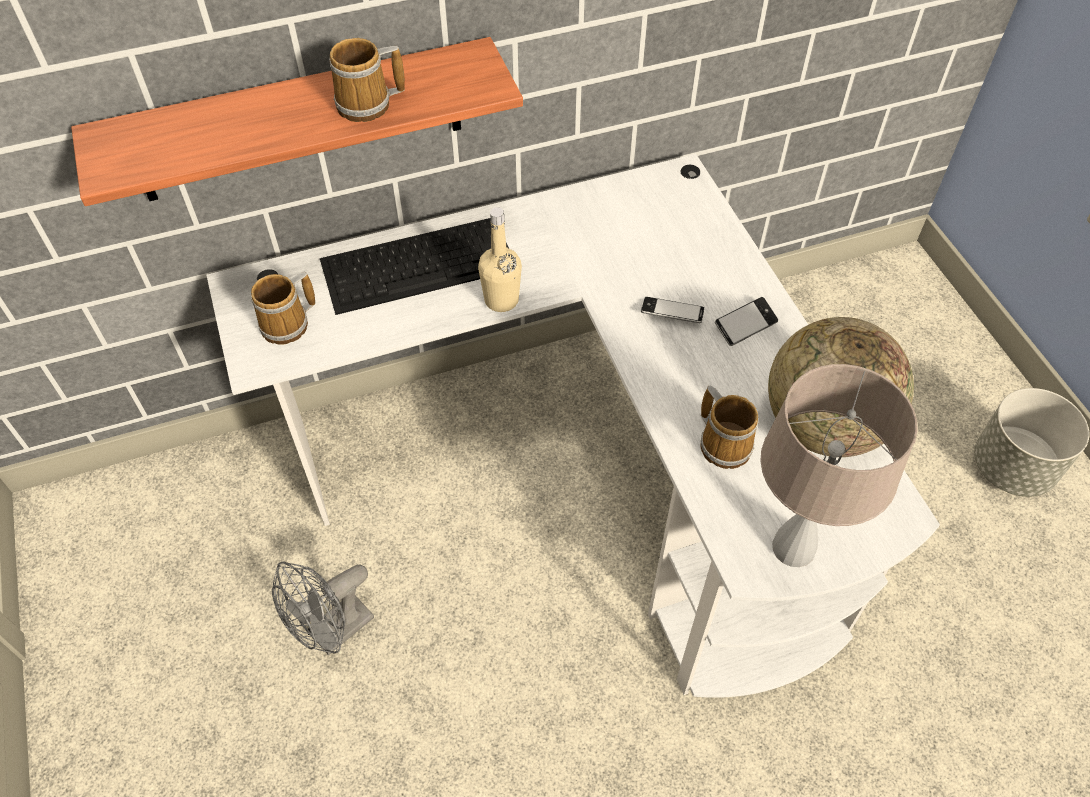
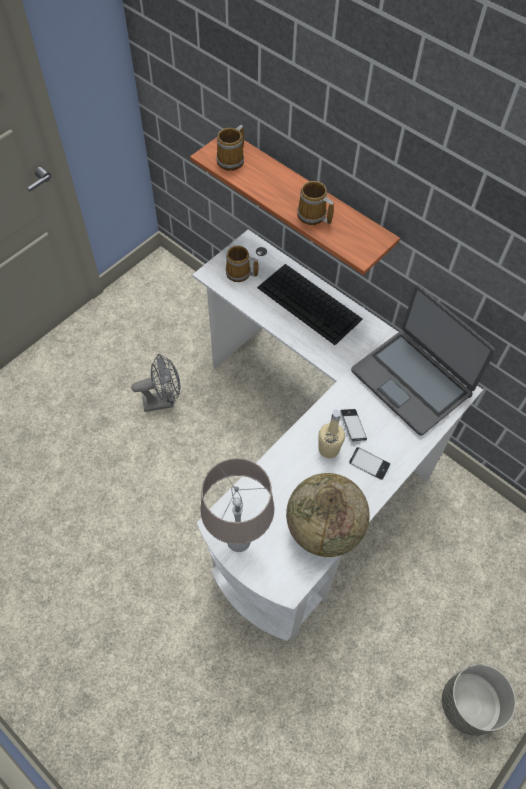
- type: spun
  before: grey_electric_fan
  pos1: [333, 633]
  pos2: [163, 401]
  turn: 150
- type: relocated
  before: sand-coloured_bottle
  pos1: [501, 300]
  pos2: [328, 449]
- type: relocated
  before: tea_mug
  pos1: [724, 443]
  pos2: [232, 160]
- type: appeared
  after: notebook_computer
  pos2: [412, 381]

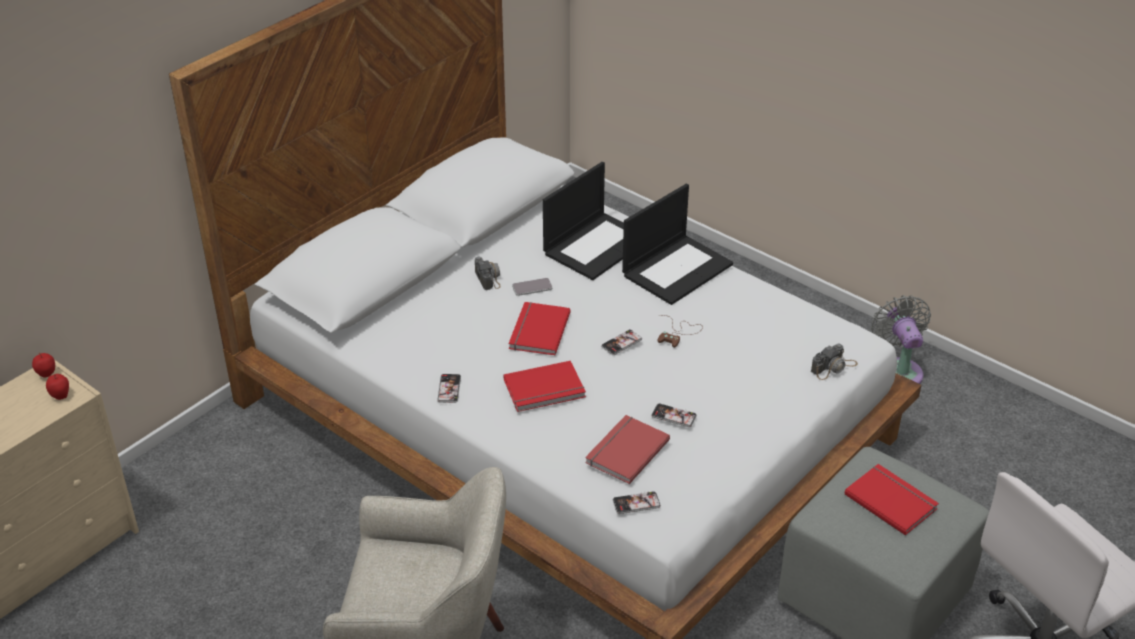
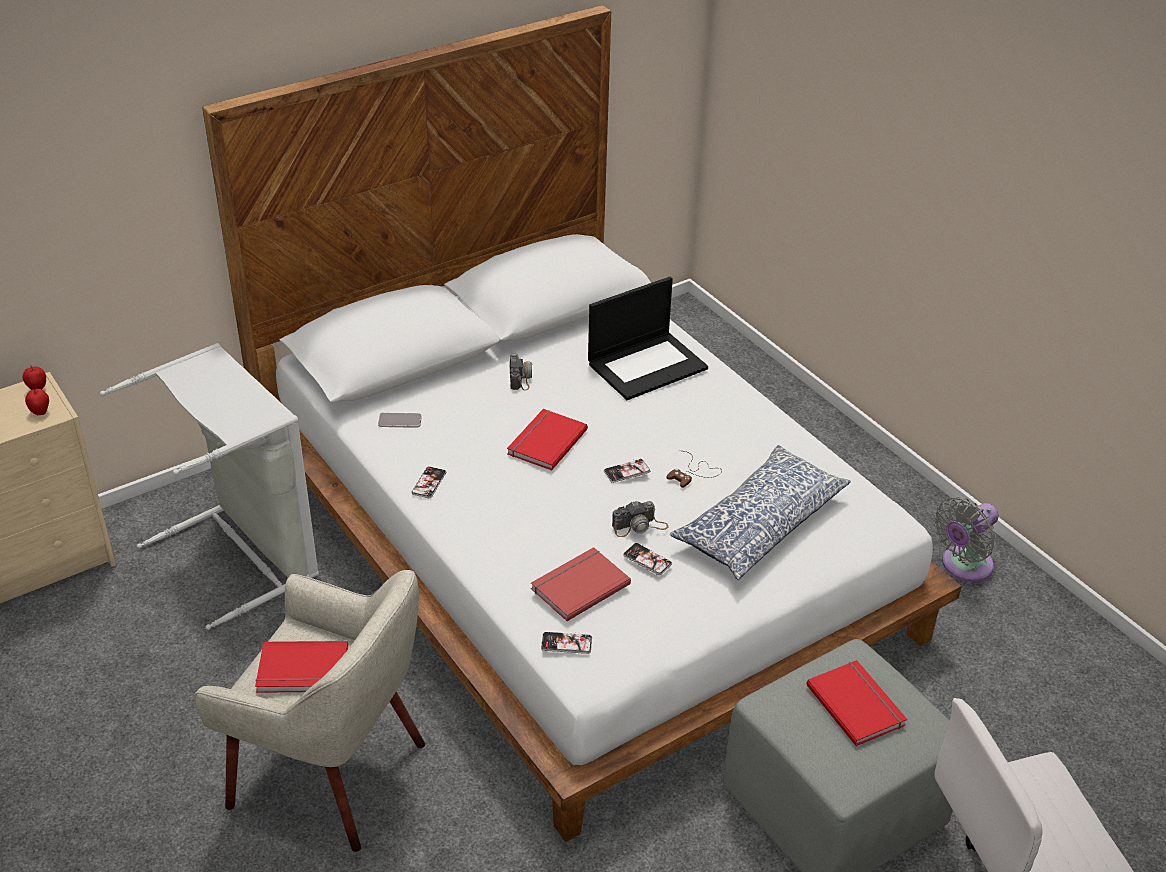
- type: relocated
  before: red-coloured_bound_book
  pos1: [545, 390]
  pos2: [303, 671]
- type: relocated
  before: handset
  pos1: [532, 287]
  pos2: [400, 421]
- type: missing
  before: notebook_computer
  pos1: [677, 269]
- type: relocated
  before: still_camera
  pos1: [833, 367]
  pos2: [639, 526]
- type: spun
  before: grey_electric_fan
  pos1: [898, 370]
  pos2: [963, 566]
  turn: -135
- type: appeared
  after: grey_hamper
  pos2: [245, 553]
- type: appeared
  after: throw_pillow
  pos2: [758, 524]

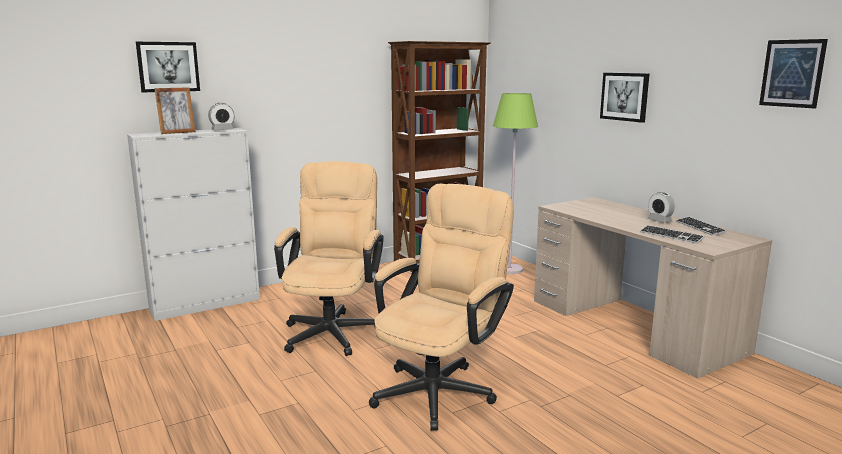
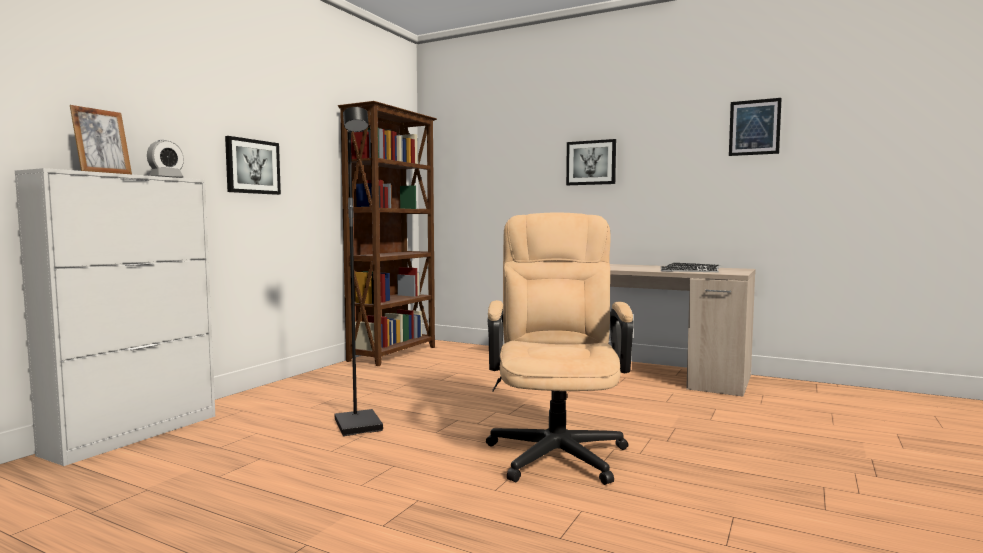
- type: relocated
  before: picture
  pos1: [168, 67]
  pos2: [252, 166]
- type: exchanged
  before: sand-coloured_office_chair
  after: black_standing_lamp
  pos1: [333, 329]
  pos2: [359, 425]
- type: missing
  before: greenish_standing_lamp
  pos1: [509, 269]
- type: missing
  before: alarm_clock
  pos1: [659, 221]

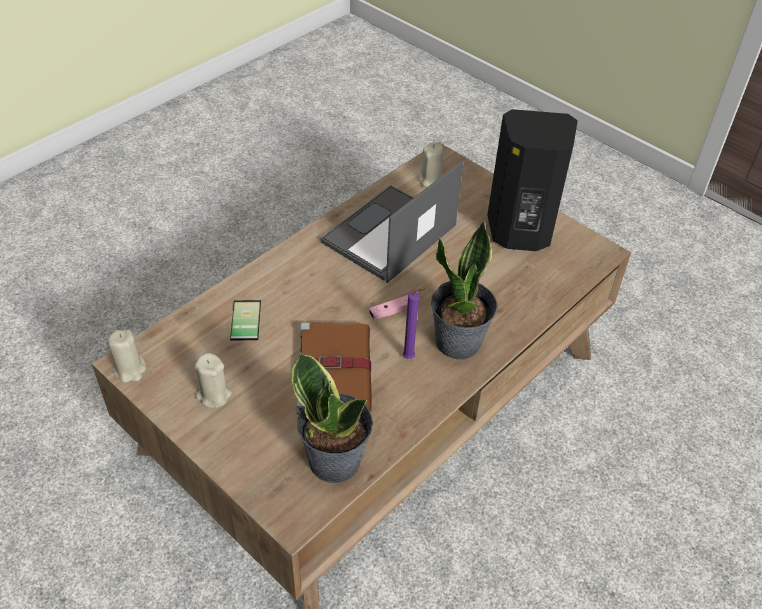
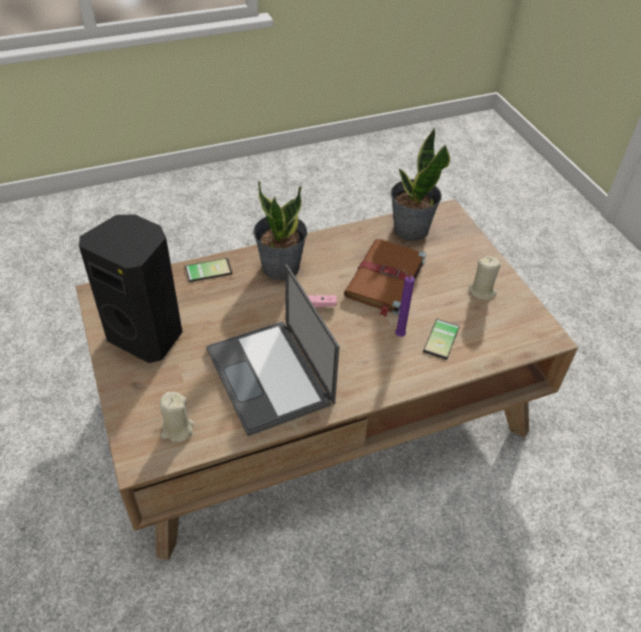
- type: missing
  before: sand-coloured_candle
  pos1: [130, 370]
- type: spun
  before: notebook_computer
  pos1: [388, 235]
  pos2: [270, 377]
  turn: 90
- type: relocated
  before: purplish_candle
  pos1: [410, 358]
  pos2: [398, 335]
- type: appeared
  after: handset
  pos2: [208, 268]

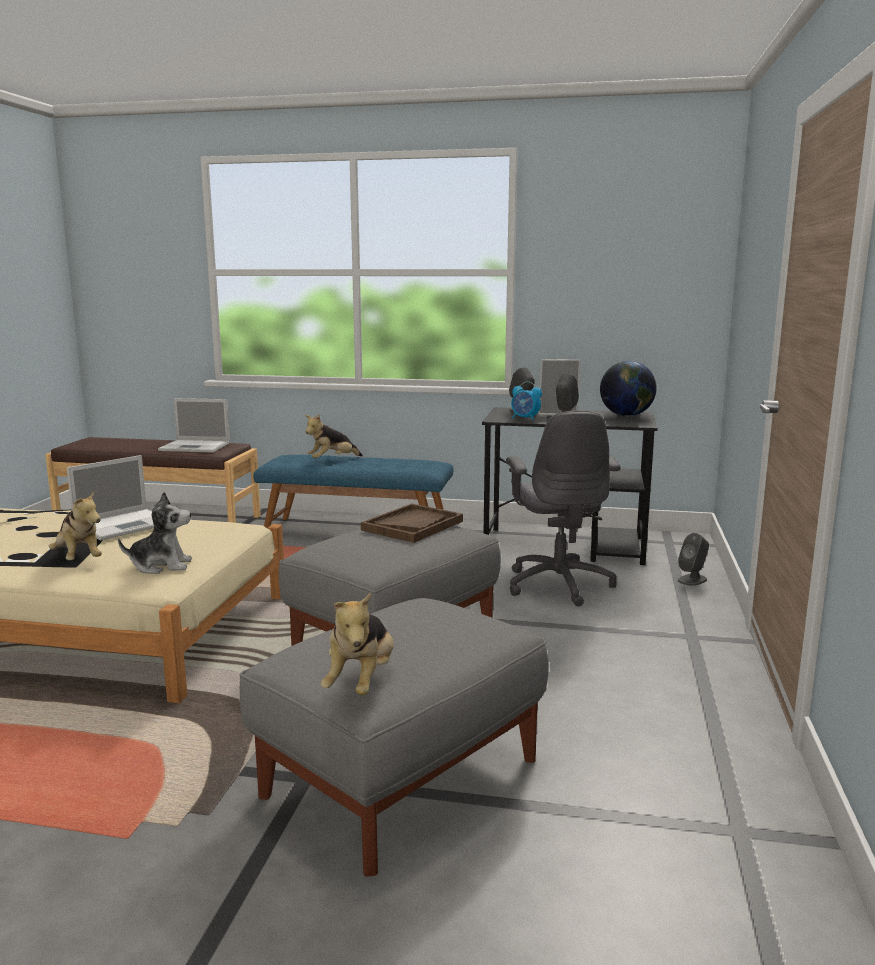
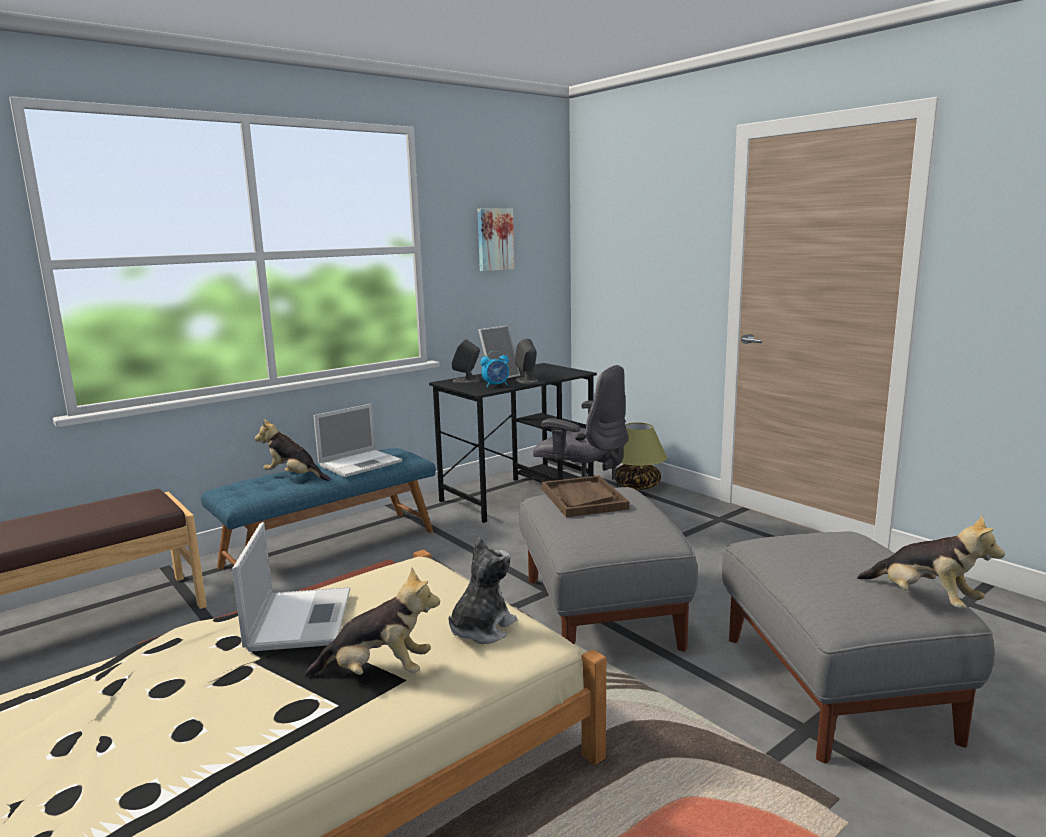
- type: relocated
  before: notebook_computer
  pos1: [196, 447]
  pos2: [361, 463]
- type: spun
  before: cuddly_toy
  pos1: [332, 460]
  pos2: [294, 477]
  turn: 105
- type: missing
  before: desk_globe
  pos1: [626, 415]
- type: exchanged
  before: grey_audio_speaker
  after: table_lamp
  pos1: [692, 580]
  pos2: [637, 486]
- type: appeared
  after: picture
  pos2: [494, 239]

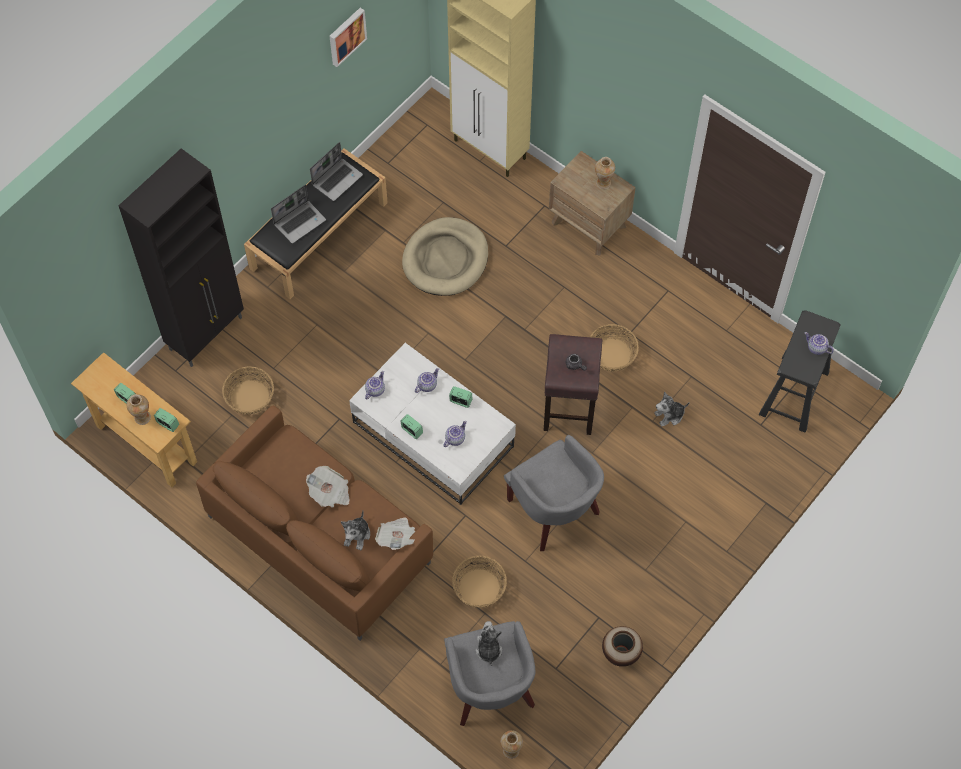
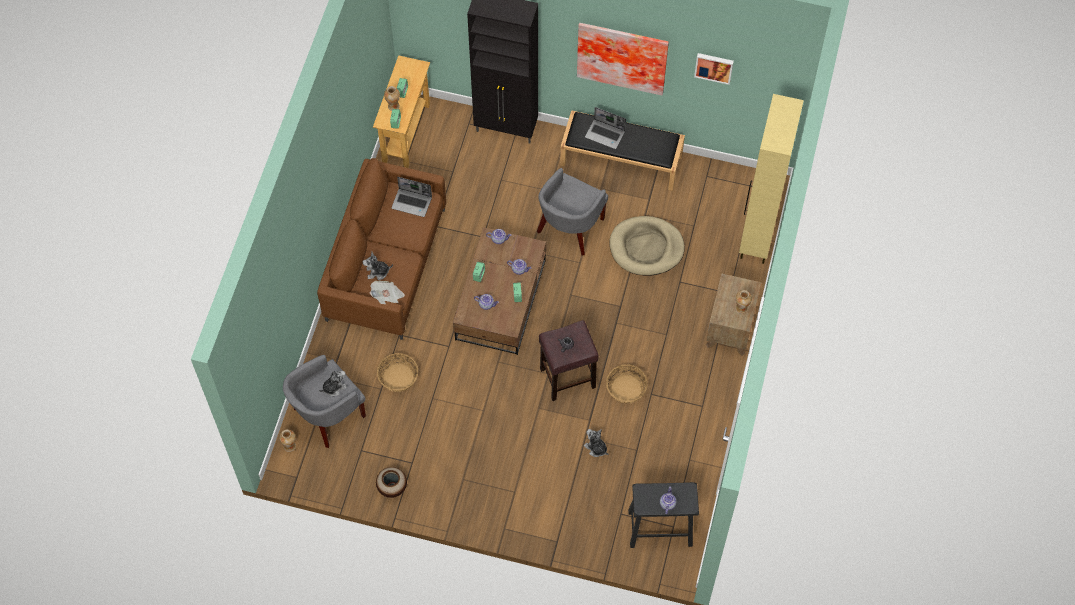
- type: missing
  before: basket
  pos1: [249, 397]
- type: missing
  before: daily_paper
  pos1: [330, 493]
- type: relocated
  before: notebook_computer
  pos1: [337, 179]
  pos2: [412, 203]
- type: colour
  before: whitish_coffee_table
  after: brownish_coffee_table
  pos1: [432, 434]
  pos2: [500, 299]
- type: relocated
  before: grey_lounge_chair
  pos1: [554, 511]
  pos2: [570, 228]
- type: appeared
  after: picture
  pos2: [622, 55]

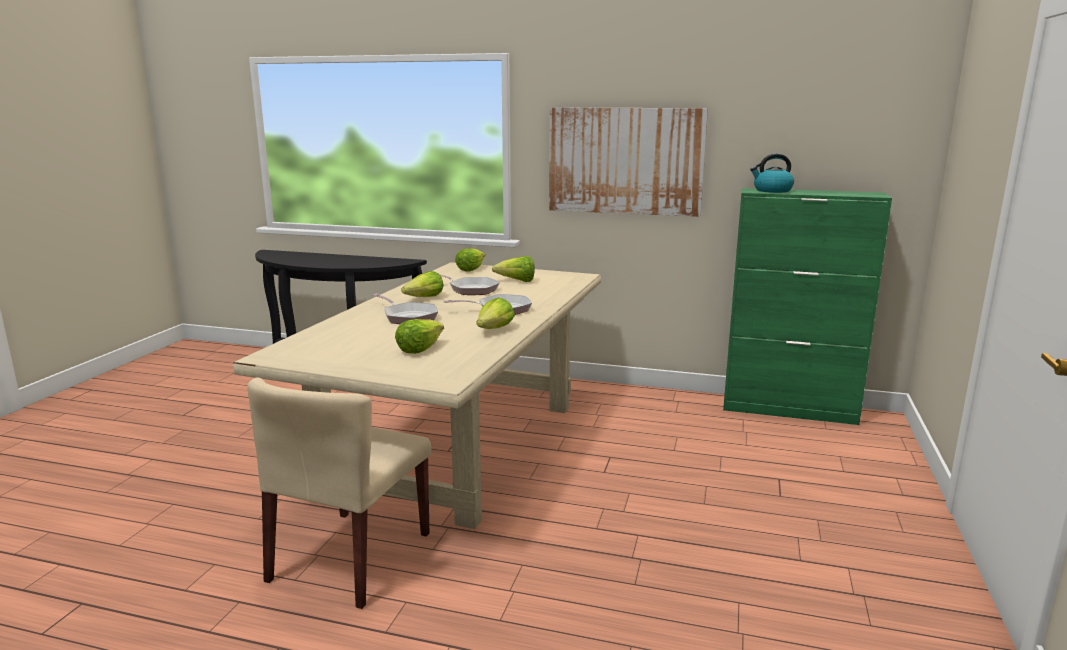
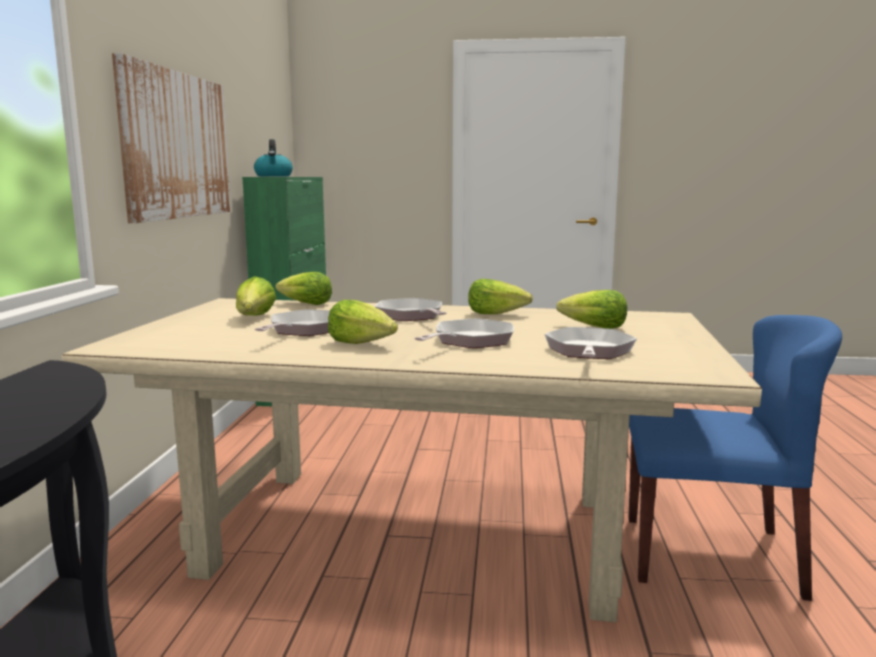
- type: colour
  before: sand-coloured_upright_chair
  after: bluish_upright_chair
  pos1: [350, 557]
  pos2: [712, 555]
- type: relocated
  before: lettuce_head
  pos1: [470, 269]
  pos2: [305, 304]
- type: appeared
  after: pan
  pos2: [589, 352]

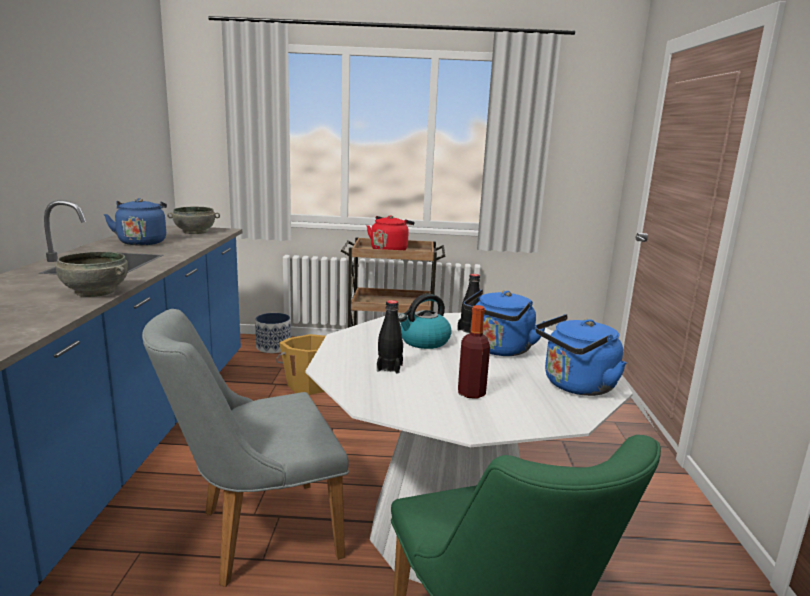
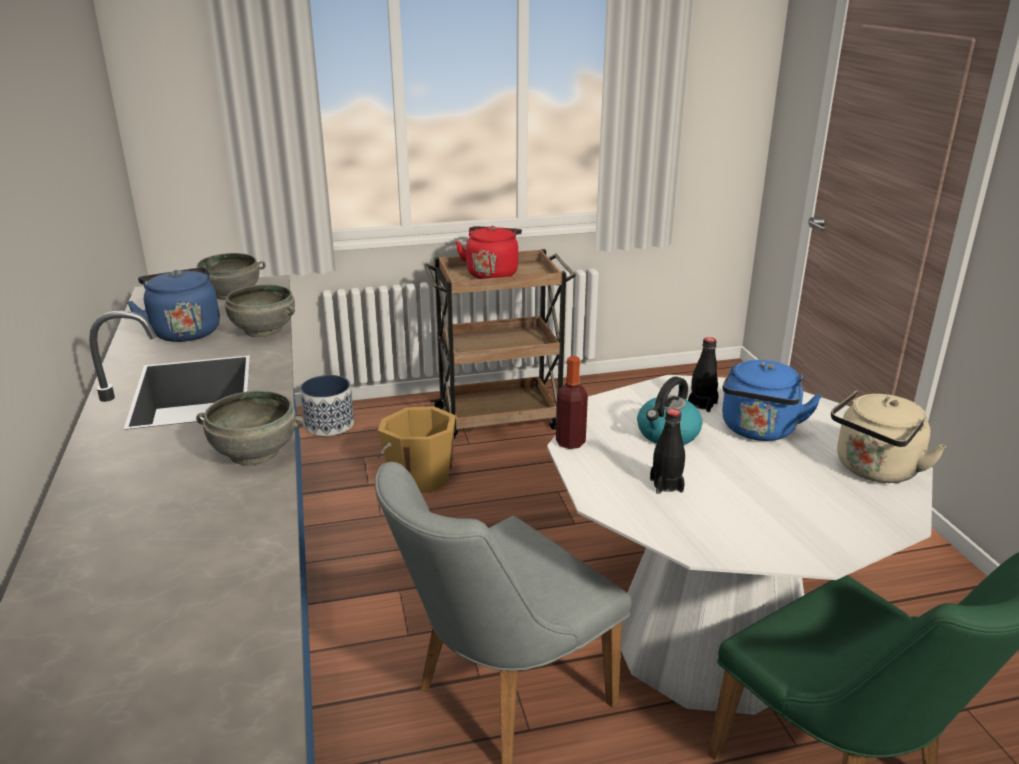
- type: relocated
  before: bottle
  pos1: [471, 393]
  pos2: [570, 442]
- type: colour
  before: bluish_water_kettle
  after: sand-coloured_water_kettle
  pos1: [576, 386]
  pos2: [874, 470]
- type: appeared
  after: grey_bowl
  pos2: [262, 330]

